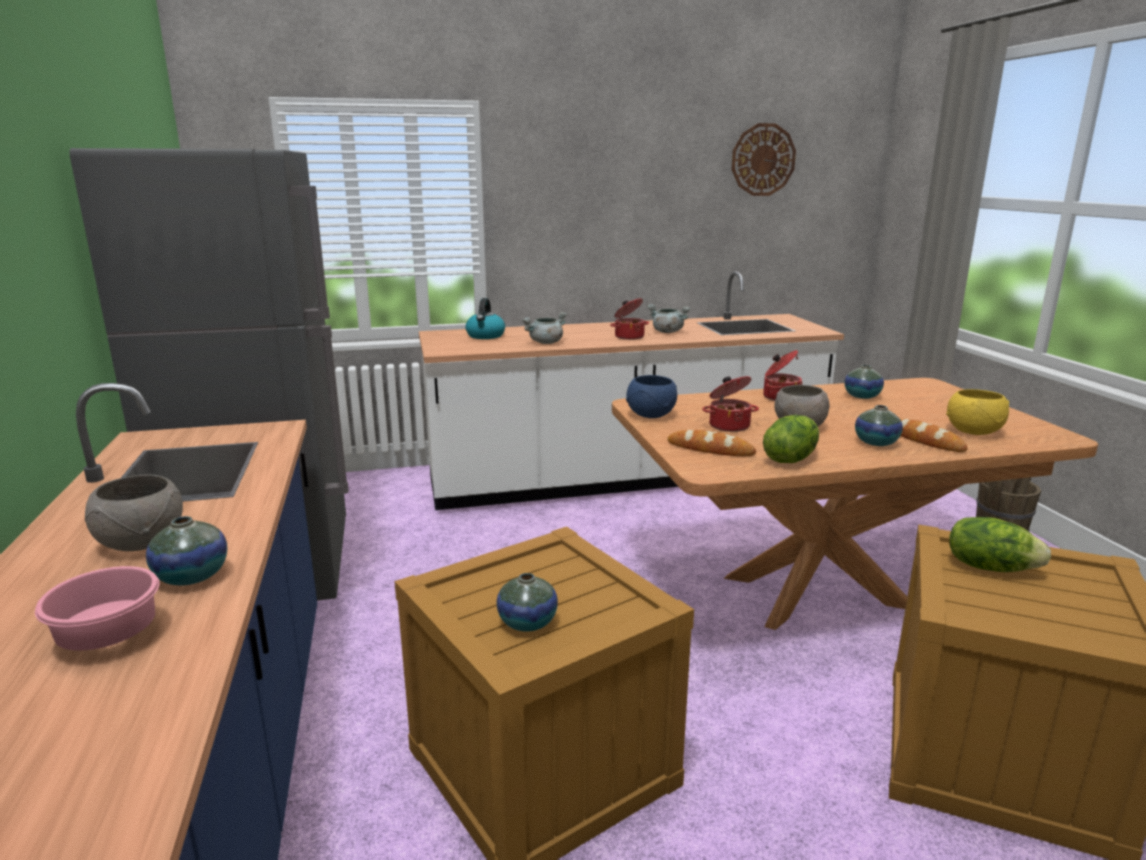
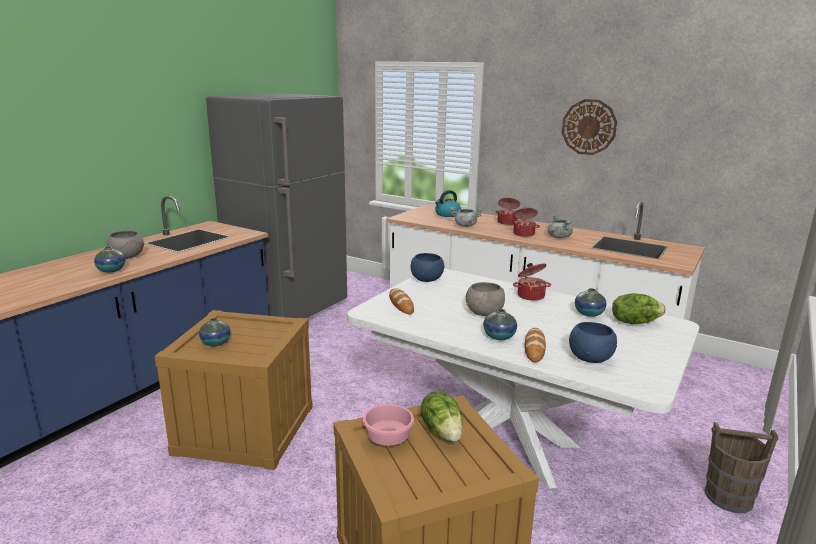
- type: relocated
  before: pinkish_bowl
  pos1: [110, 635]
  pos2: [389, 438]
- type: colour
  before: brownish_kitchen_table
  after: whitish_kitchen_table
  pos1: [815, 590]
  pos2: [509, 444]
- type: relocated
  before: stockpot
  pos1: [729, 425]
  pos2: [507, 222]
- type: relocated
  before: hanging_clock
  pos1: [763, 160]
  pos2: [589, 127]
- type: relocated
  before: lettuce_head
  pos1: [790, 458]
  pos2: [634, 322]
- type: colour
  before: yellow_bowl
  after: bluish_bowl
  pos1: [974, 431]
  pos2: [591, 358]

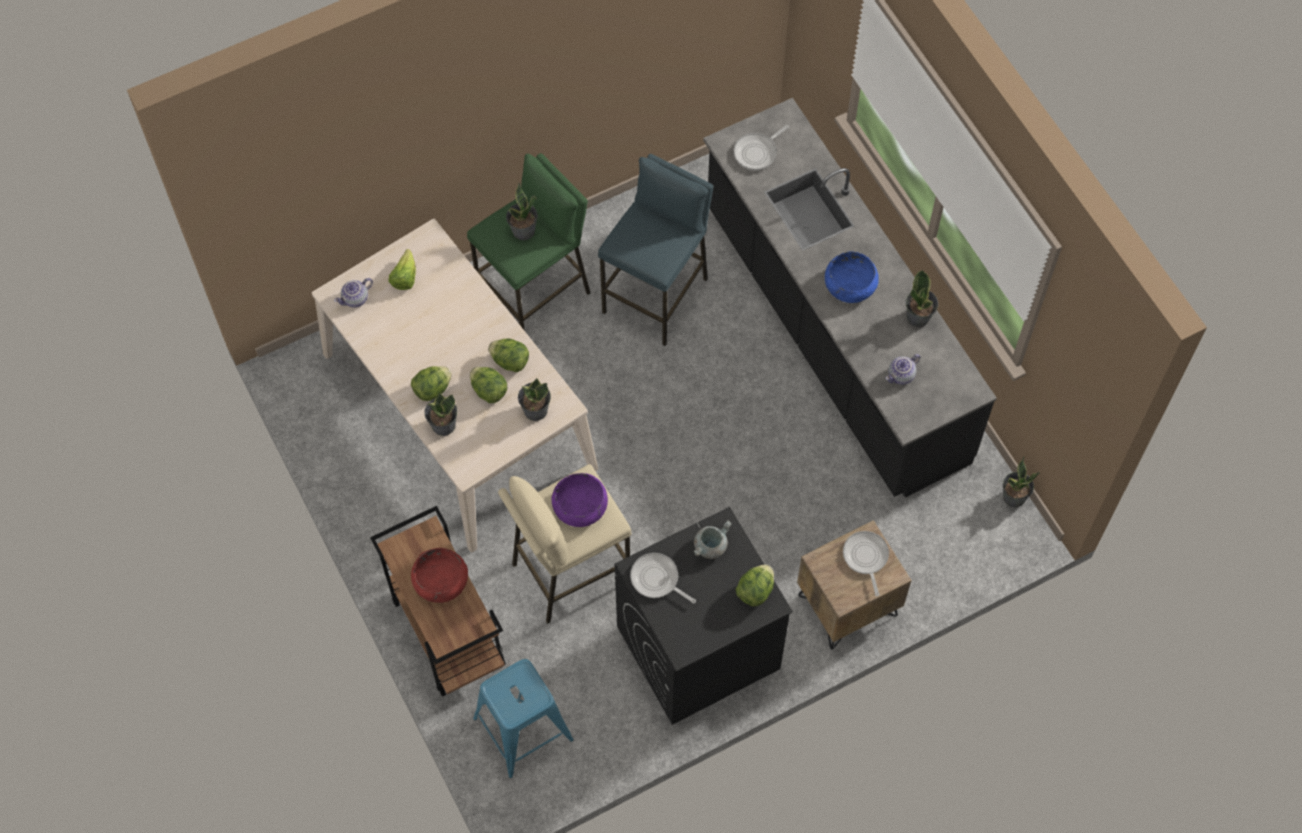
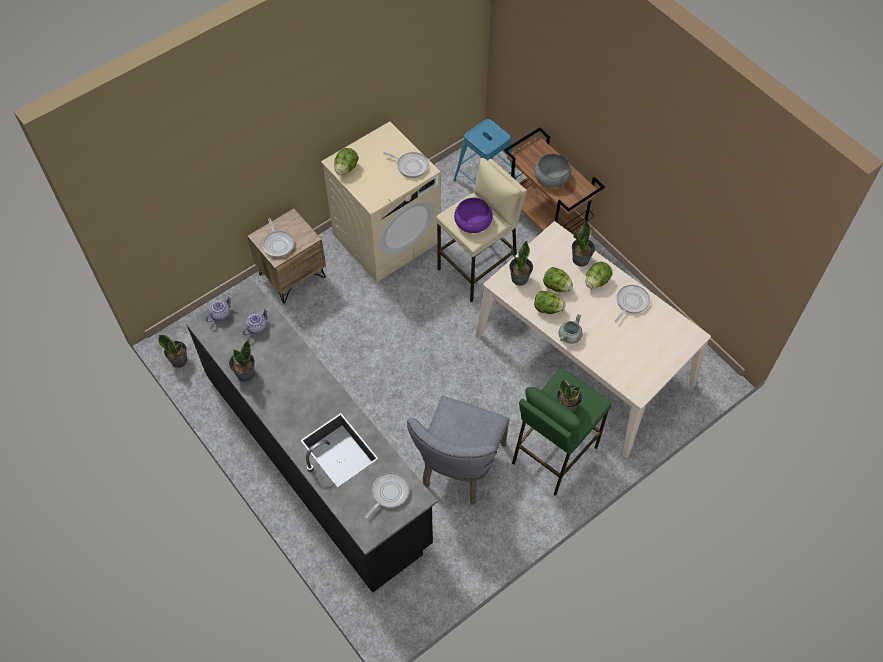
- type: relocated
  before: pot_for_tea
  pos1: [355, 299]
  pos2: [220, 314]
- type: missing
  before: lettuce_head
  pos1: [404, 277]
- type: colour
  before: red-coloured_bowl
  after: grey_bowl
  pos1: [440, 580]
  pos2: [552, 177]
- type: exchanged
  before: bluish_stool_seat
  after: grey_upright_chair
  pos1: [657, 296]
  pos2: [459, 469]
- type: colour
  before: black_laundry_machine
  after: sand-coloured_laundry_machine
  pos1: [697, 648]
  pos2: [387, 237]
- type: relocated
  before: grey_stockpot
  pos1: [710, 546]
  pos2: [569, 336]
- type: missing
  before: bluish_bowl
  pos1: [850, 284]
- type: appeared
  after: pan
  pos2: [631, 302]

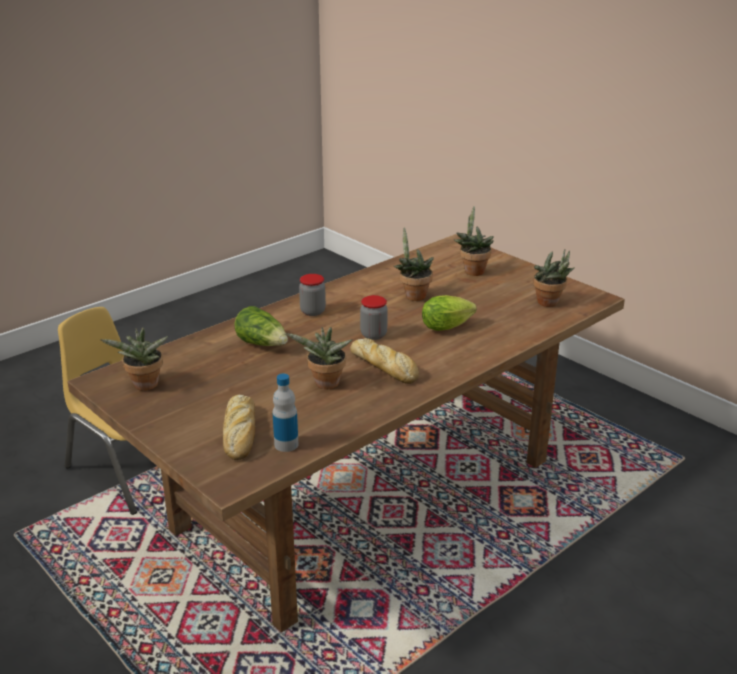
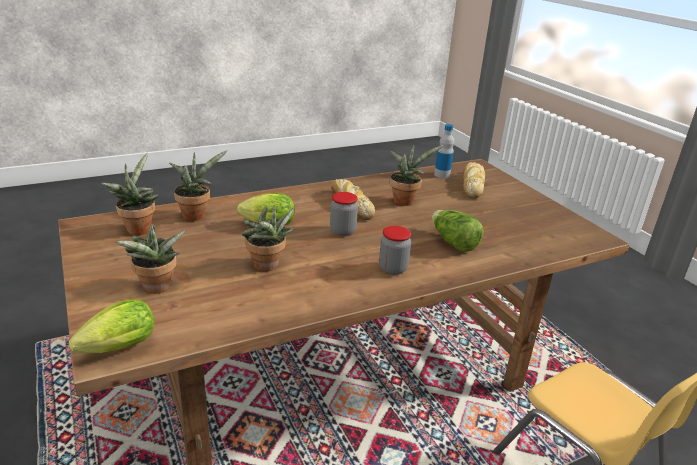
- type: relocated
  before: plant_in_a_pot
  pos1: [144, 386]
  pos2: [196, 215]
- type: appeared
  after: lettuce_head
  pos2: [115, 349]

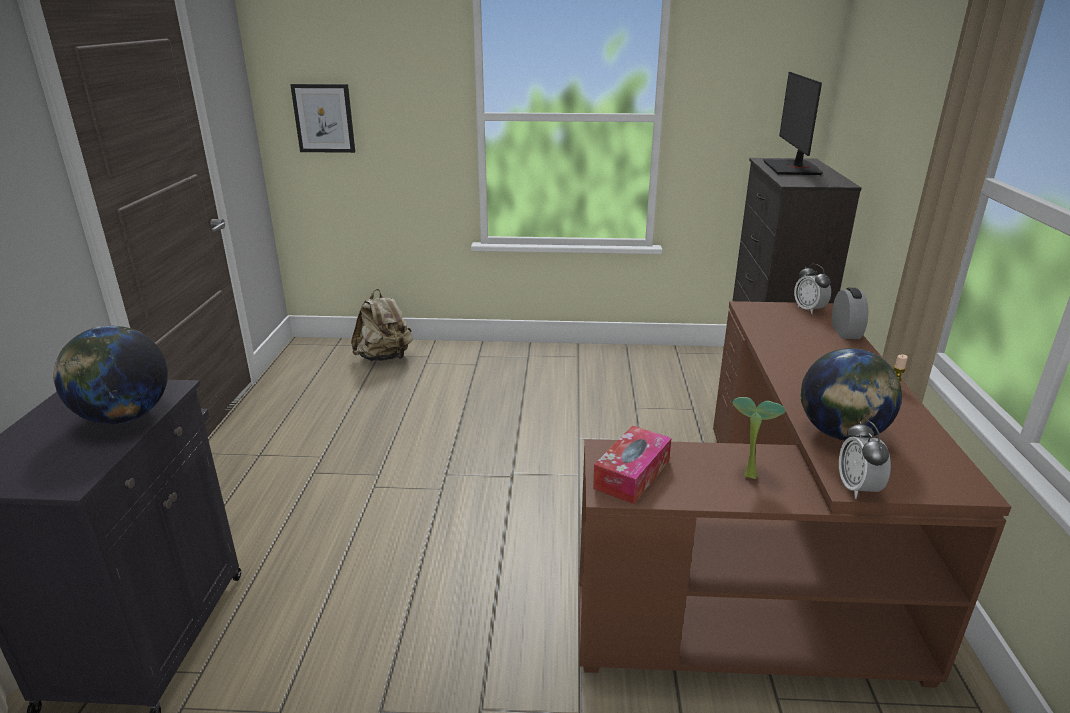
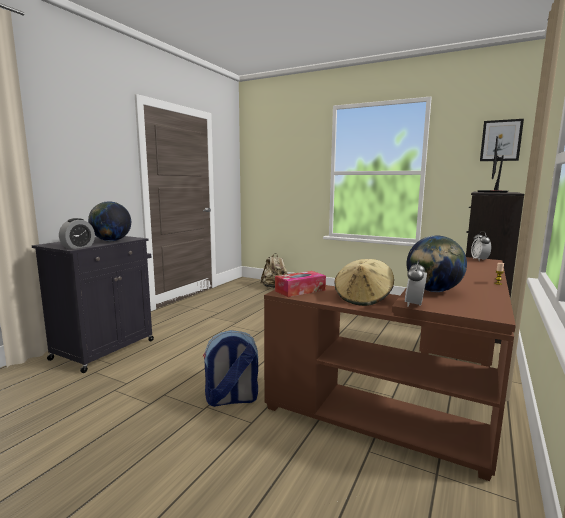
- type: relocated
  before: picture
  pos1: [324, 118]
  pos2: [501, 140]
- type: exchanged
  before: plant_in_a_pot
  after: sand-coloured_clothing_hat
  pos1: [747, 473]
  pos2: [363, 298]
- type: relocated
  before: alarm_clock
  pos1: [845, 332]
  pos2: [78, 247]
- type: appeared
  after: rucksack
  pos2: [231, 399]

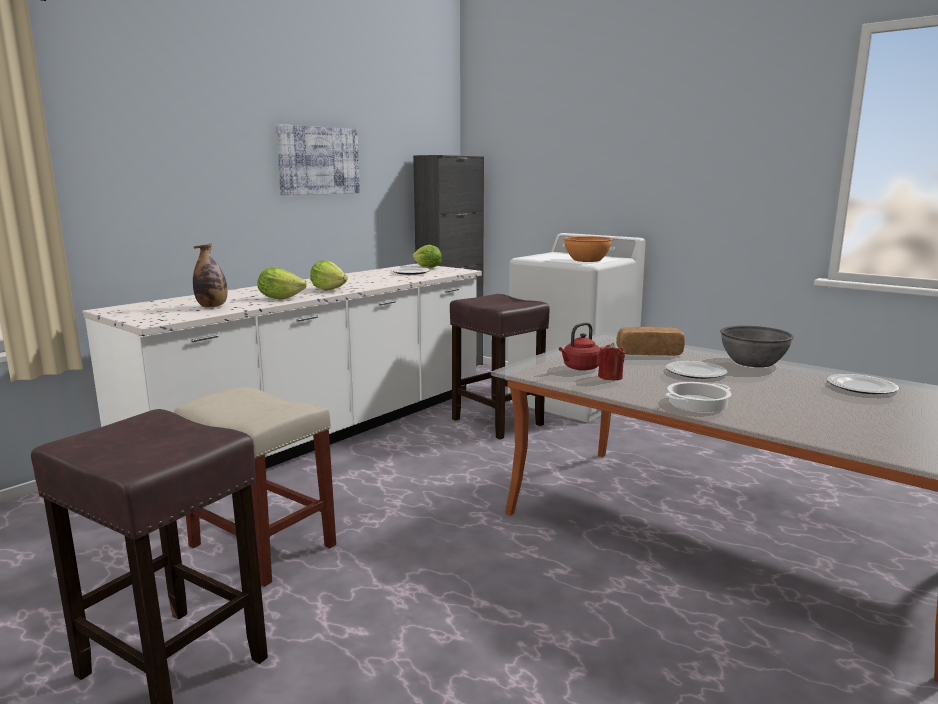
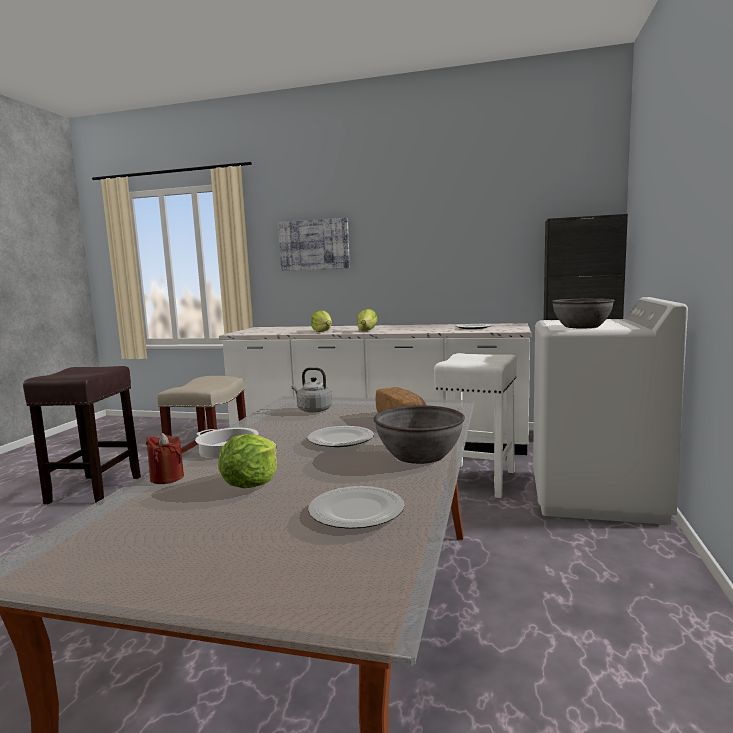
- type: missing
  before: bottle
  pos1: [212, 306]
- type: relocated
  before: picture
  pos1: [318, 161]
  pos2: [314, 245]
- type: relocated
  before: lettuce_head
  pos1: [427, 267]
  pos2: [251, 484]
- type: colour
  before: brownish_stool_seat
  after: whitish_stool_seat
  pos1: [498, 422]
  pos2: [477, 481]
- type: colour
  before: red-coloured_water_kettle
  after: grey_water_kettle
  pos1: [580, 368]
  pos2: [313, 410]
- type: colour
  before: orange-coloured_bowl
  after: grey_bowl
  pos1: [586, 260]
  pos2: [581, 326]
- type: relocated
  before: red-coloured_candle
  pos1: [610, 377]
  pos2: [167, 478]

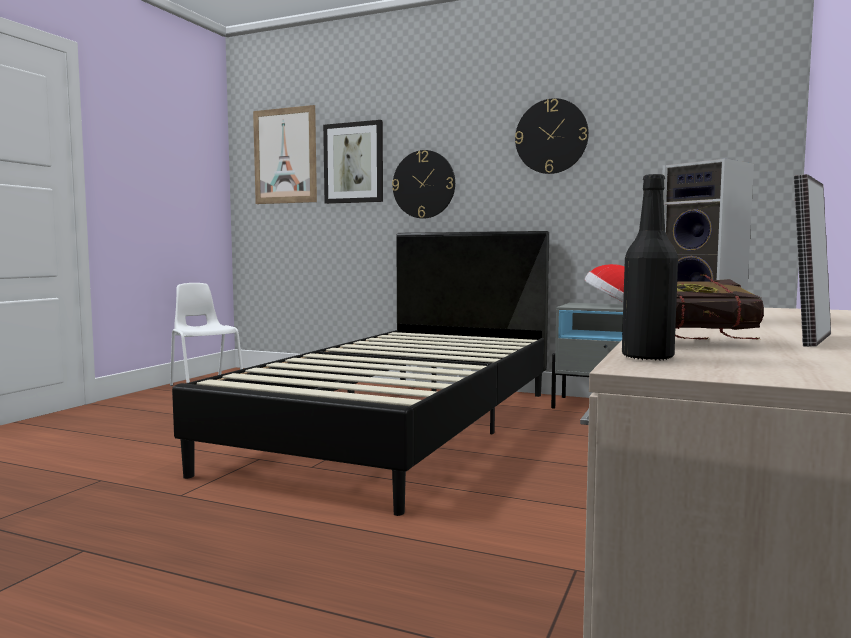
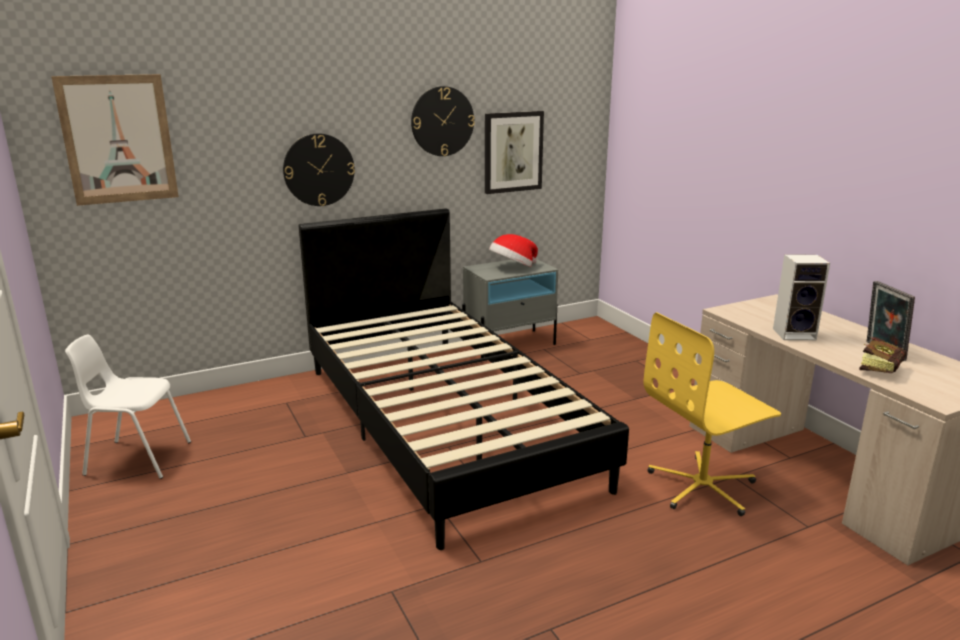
- type: relocated
  before: picture
  pos1: [354, 163]
  pos2: [513, 152]
- type: missing
  before: black_bottle
  pos1: [647, 357]
- type: appeared
  after: yellow_office_chair
  pos2: [703, 487]

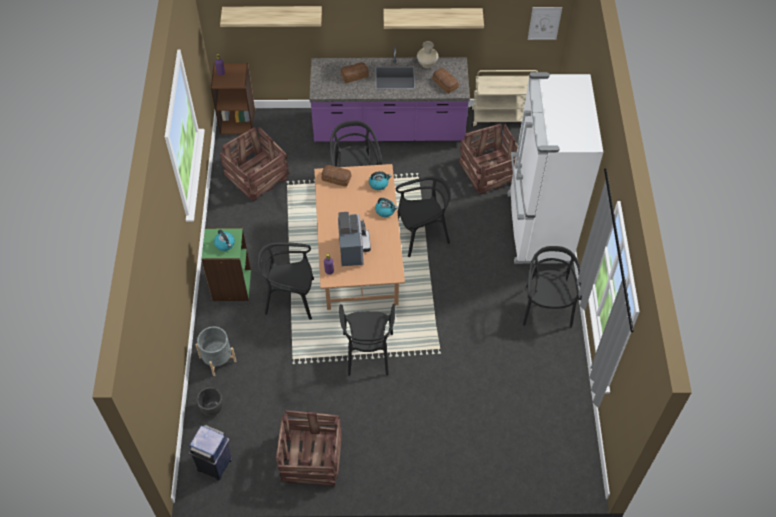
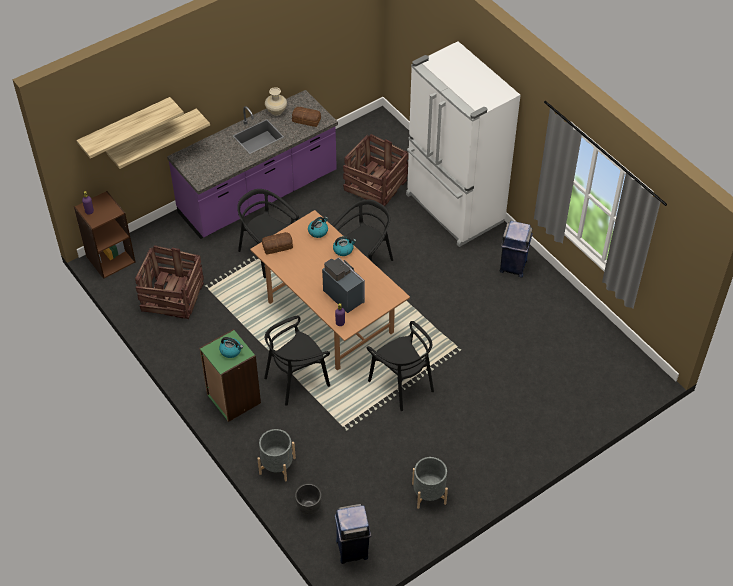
- type: exchanged
  before: packing_crate
  after: grey_flower_pot
  pos1: [311, 458]
  pos2: [429, 493]
- type: missing
  before: bakery_bread
  pos1: [354, 75]
- type: relocated
  before: wall_shelf
  pos1: [432, 16]
  pos2: [153, 137]
- type: missing
  before: sand-coloured_cart
  pos1: [501, 117]
- type: exchanged
  before: black_upright_chair
  after: bluish_waste_bin
  pos1: [546, 307]
  pos2: [513, 266]
- type: missing
  before: picture
  pos1: [544, 23]

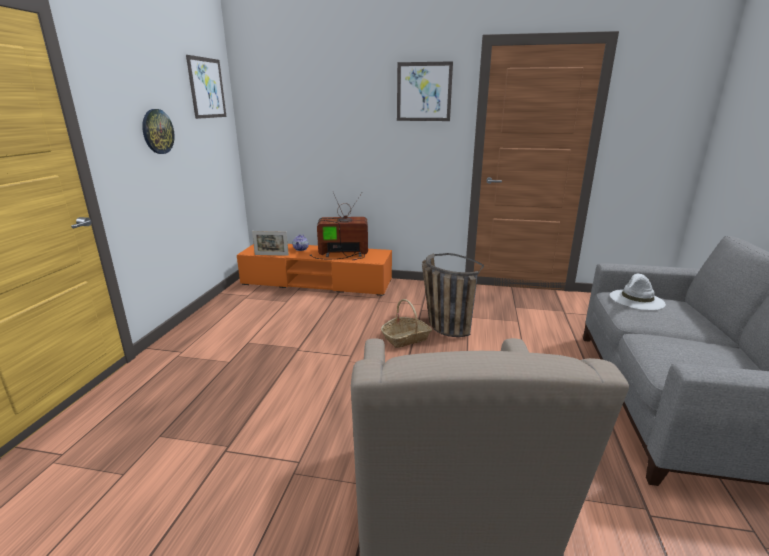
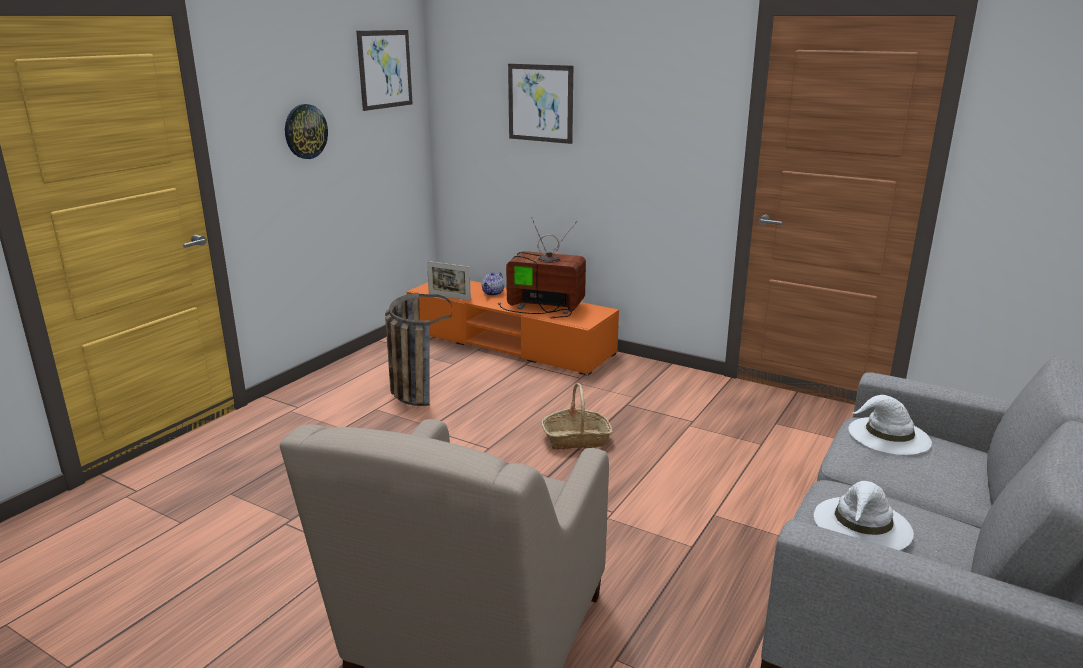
- type: relocated
  before: picture
  pos1: [424, 92]
  pos2: [540, 103]
- type: relocated
  before: basket
  pos1: [441, 324]
  pos2: [414, 388]
- type: appeared
  after: whitish_clothing_hat
  pos2: [862, 524]

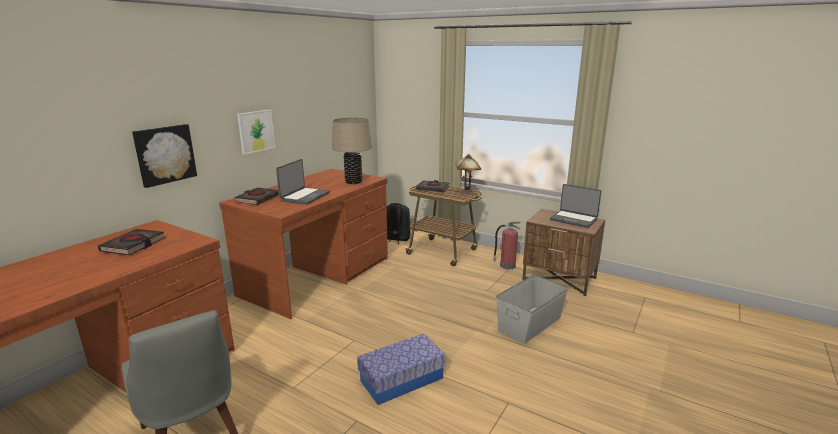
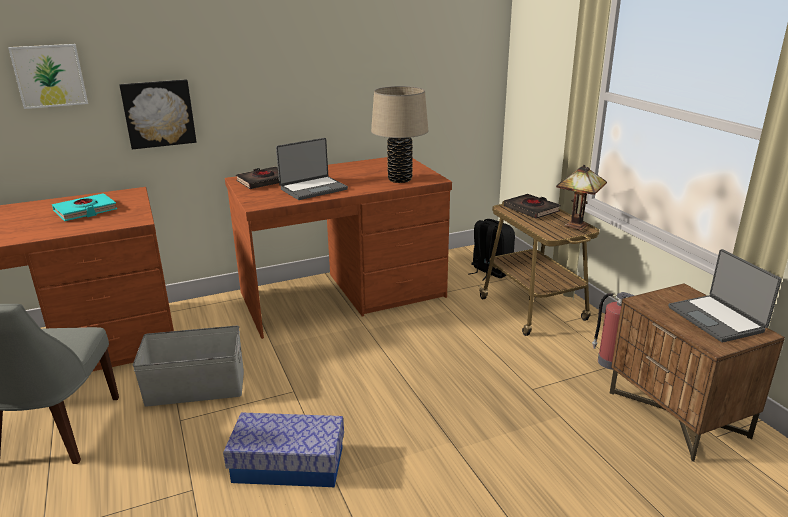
- type: colour
  before: black_bound_book
  after: blue-green_bound_book
  pos1: [133, 245]
  pos2: [85, 211]
- type: relocated
  before: picture
  pos1: [256, 131]
  pos2: [49, 76]
- type: relocated
  before: grey_storage_box
  pos1: [529, 324]
  pos2: [195, 387]

